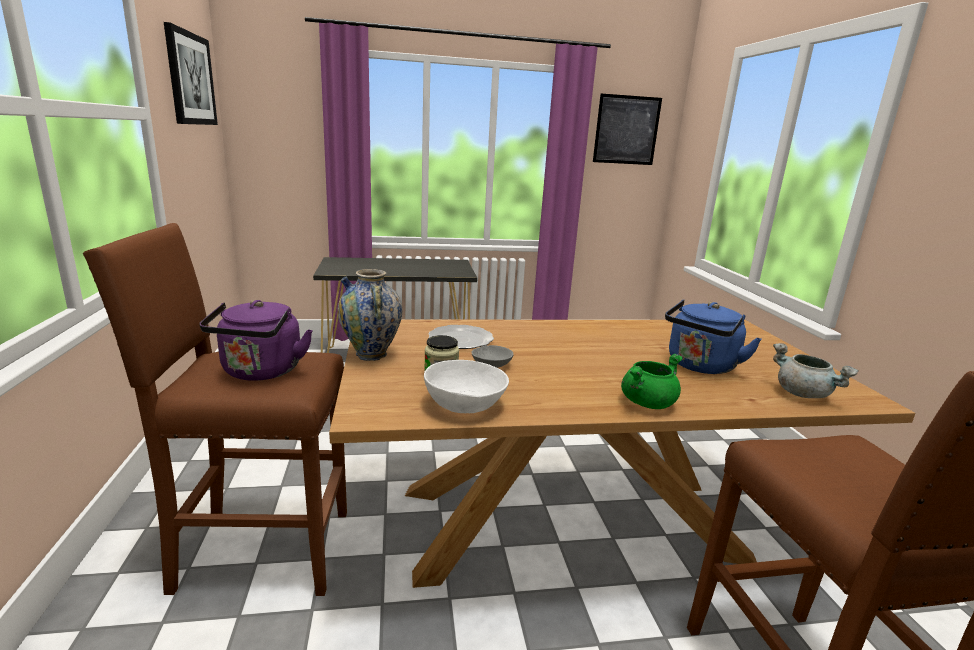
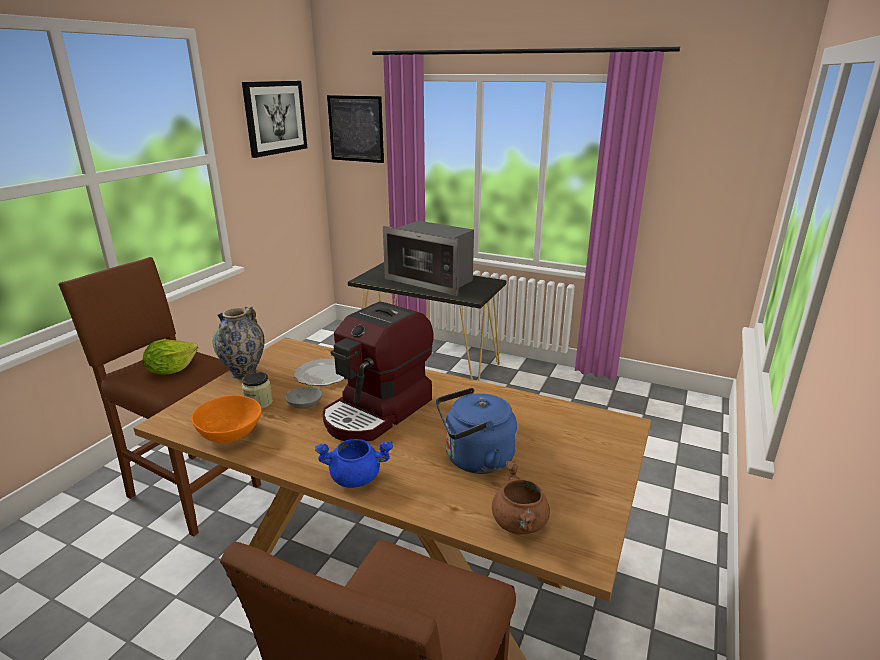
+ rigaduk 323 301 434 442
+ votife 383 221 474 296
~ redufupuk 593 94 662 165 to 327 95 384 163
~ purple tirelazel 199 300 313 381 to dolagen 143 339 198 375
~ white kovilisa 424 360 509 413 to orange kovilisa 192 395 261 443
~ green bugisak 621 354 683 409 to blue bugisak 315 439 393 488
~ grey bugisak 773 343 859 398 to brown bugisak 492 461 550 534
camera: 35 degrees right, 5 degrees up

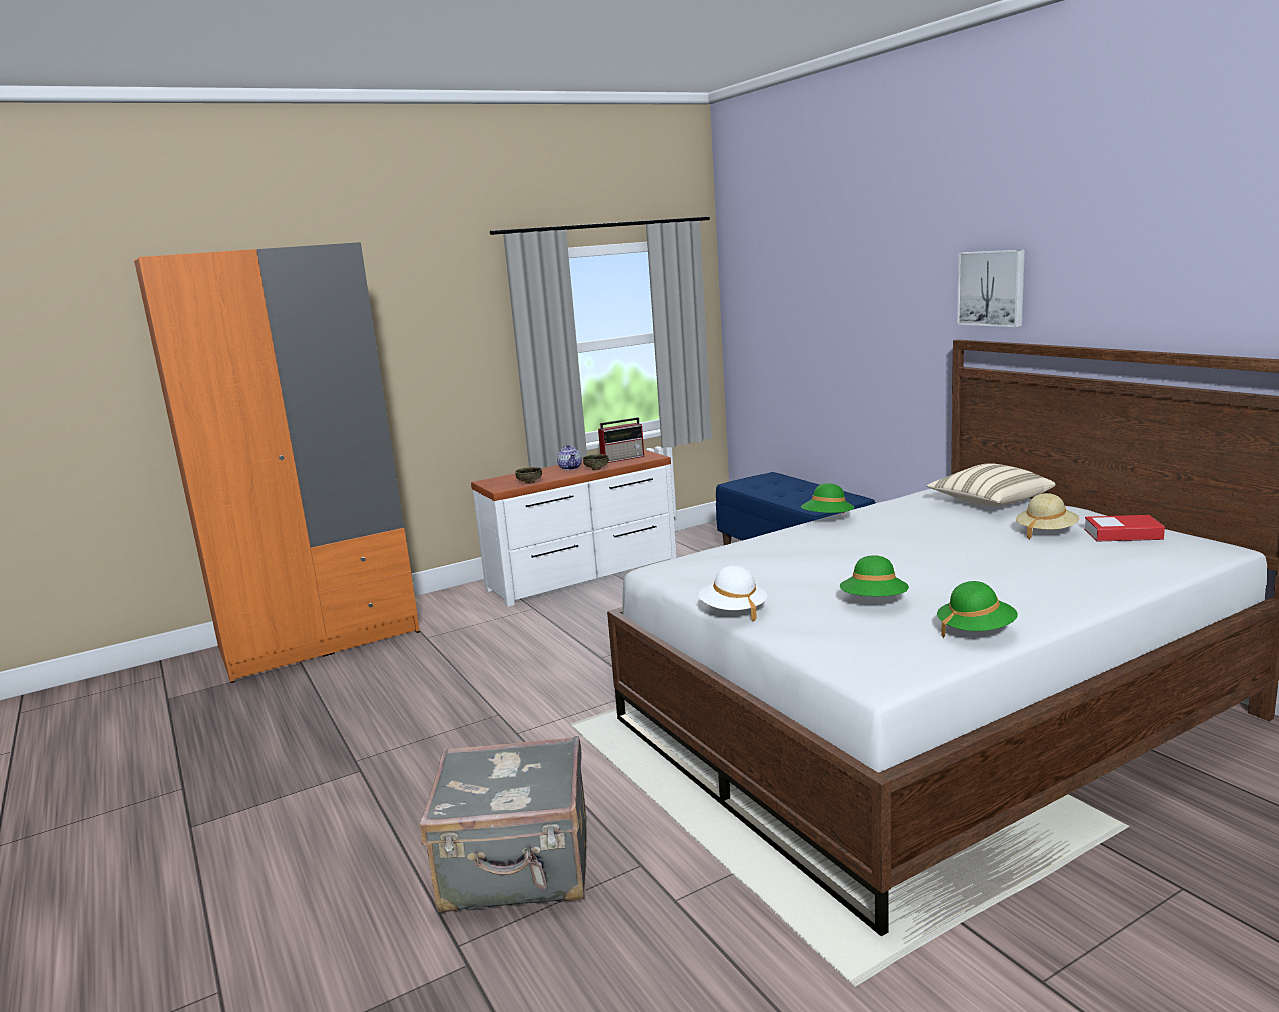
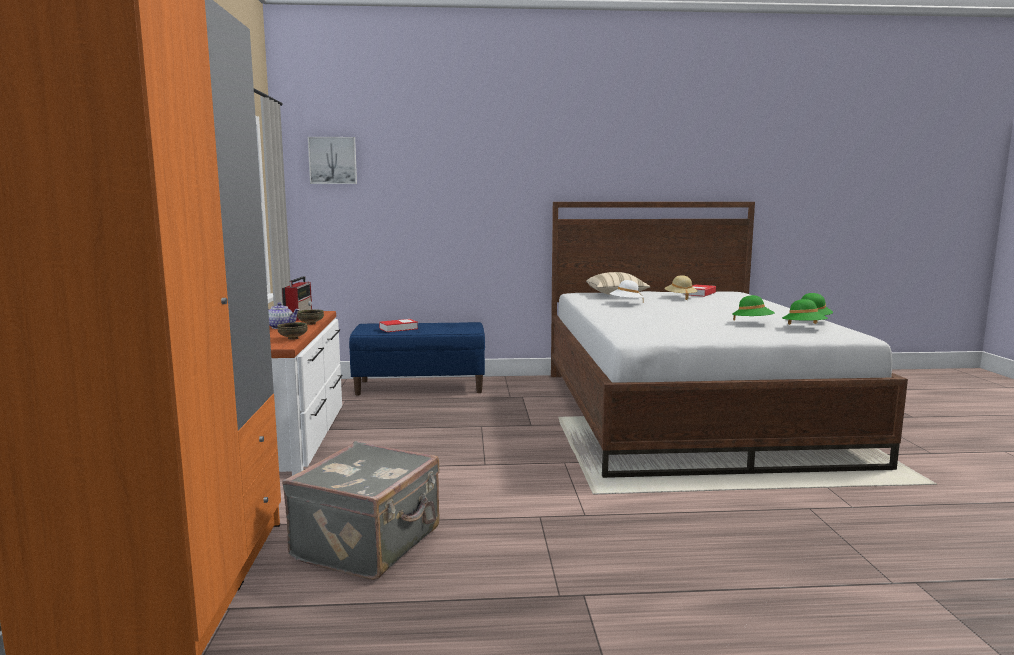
+ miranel 379 319 418 332
~ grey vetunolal 420 736 587 913 to 282 441 440 580
~ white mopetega 699 566 767 621 to 609 280 644 299
~ green mopetega 801 483 854 513 to 782 299 828 325
~ redufupuk 957 250 1025 327 to 308 137 357 184
camera: 65 degrees left, 5 degrees down

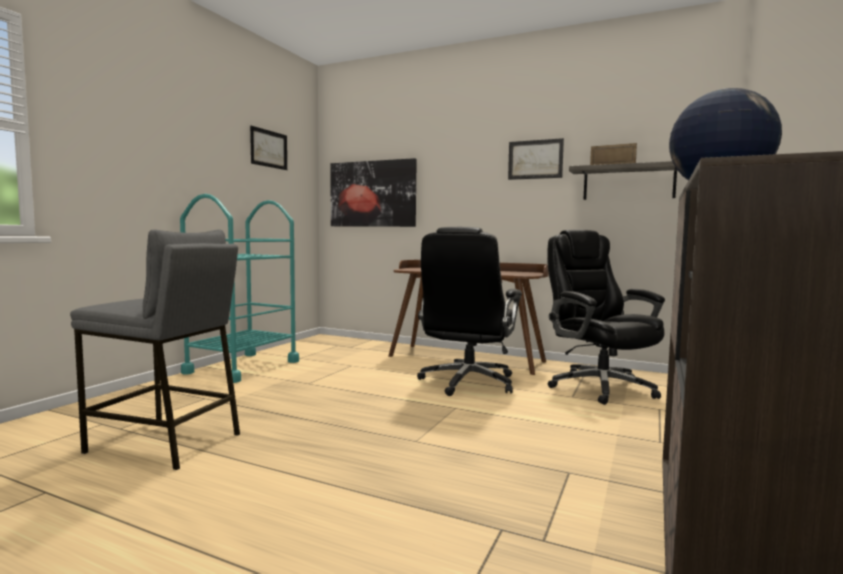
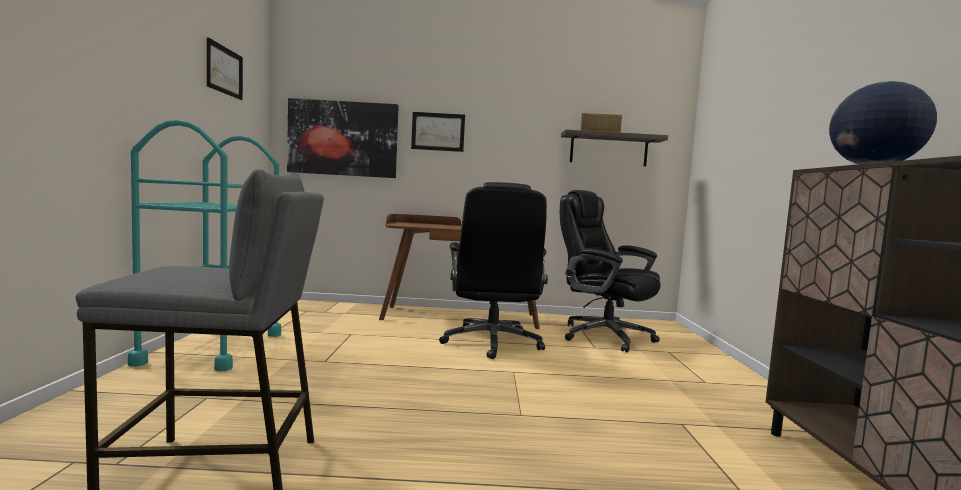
~ redufupuk 508 138 564 180 to 411 112 465 152
camera: 25 degrees left, 0 degrees up

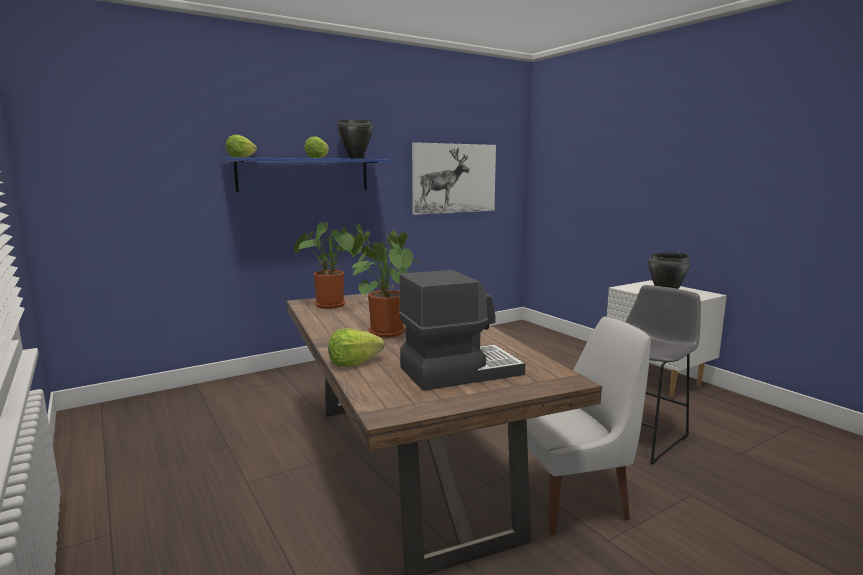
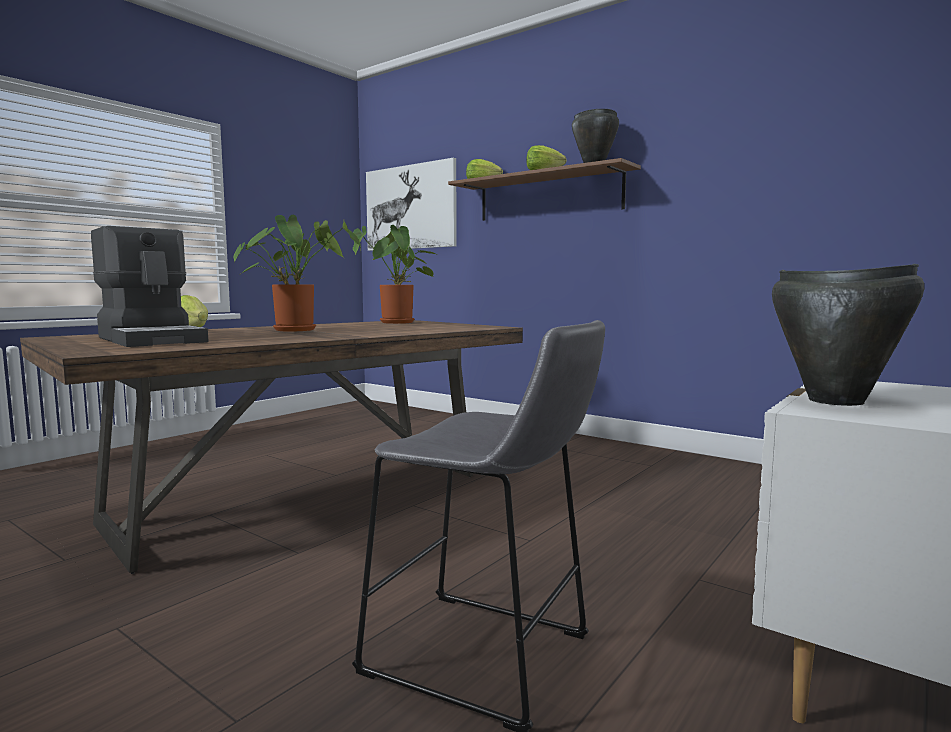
- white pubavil 506 316 651 536
~ redufupuk 412 142 496 215 to 366 158 457 251
~ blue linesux 220 157 391 192 to brown linesux 448 158 641 221
camera: 70 degrees right, 5 degrees down

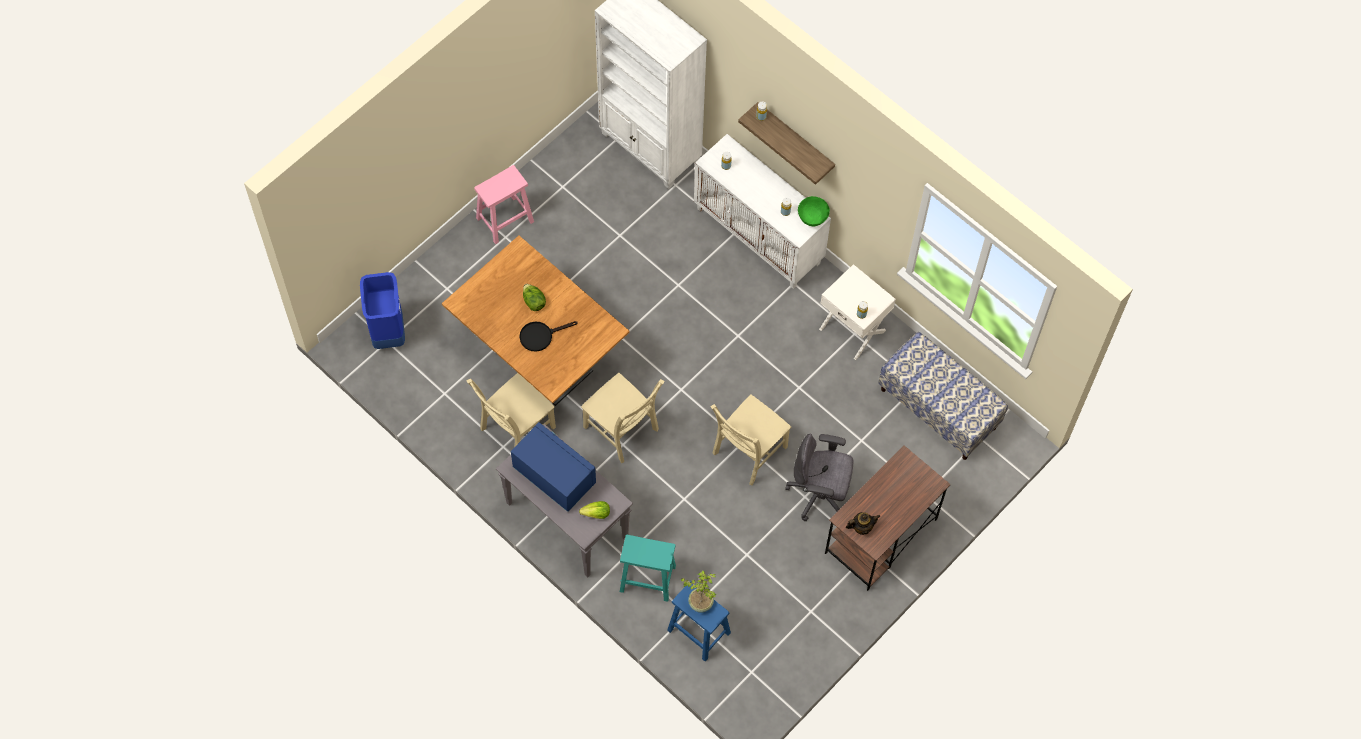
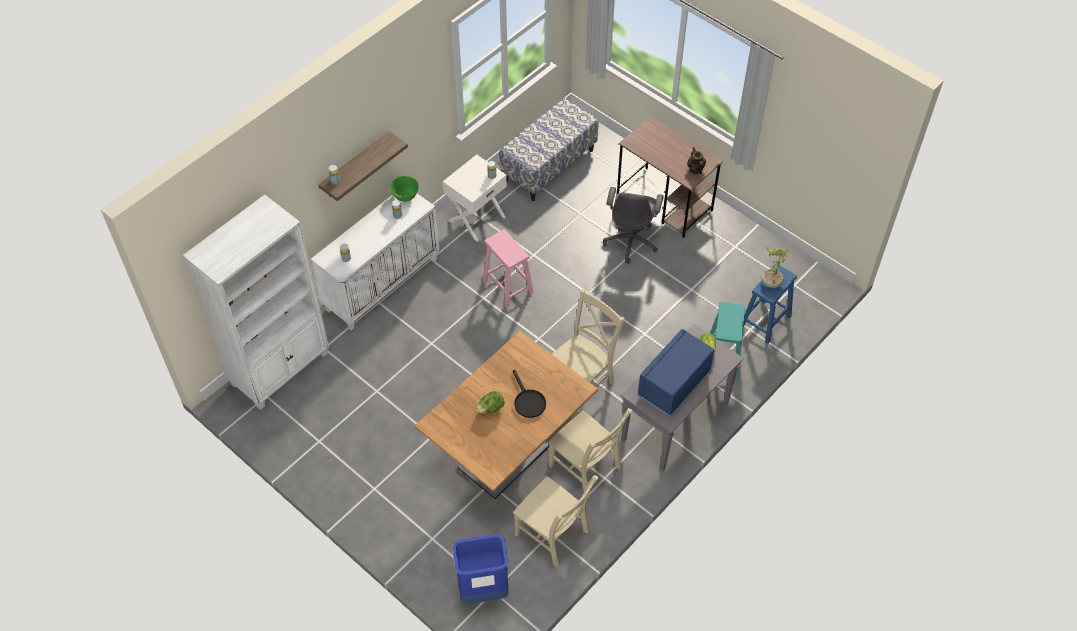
~ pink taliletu 474 165 534 244 to 483 229 534 308
~ beige pubavil 710 395 791 486 to 513 475 599 568
camera: 90 degrees left, 10 degrees down

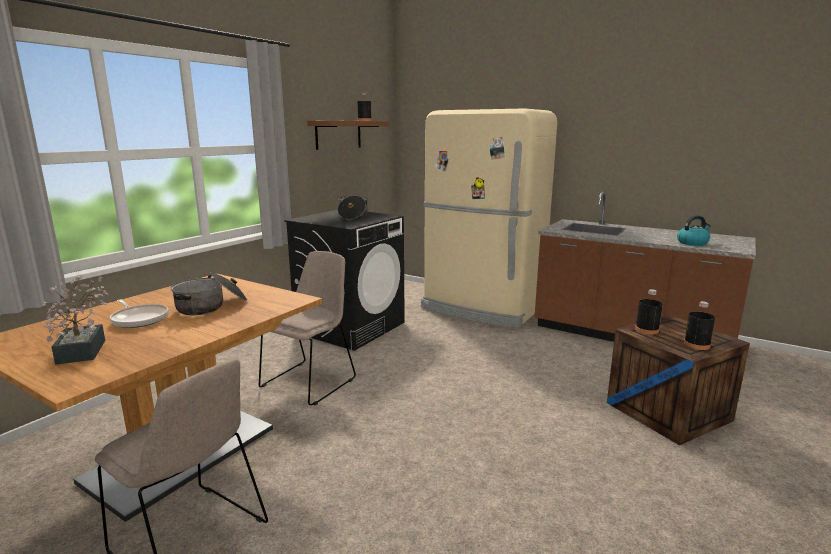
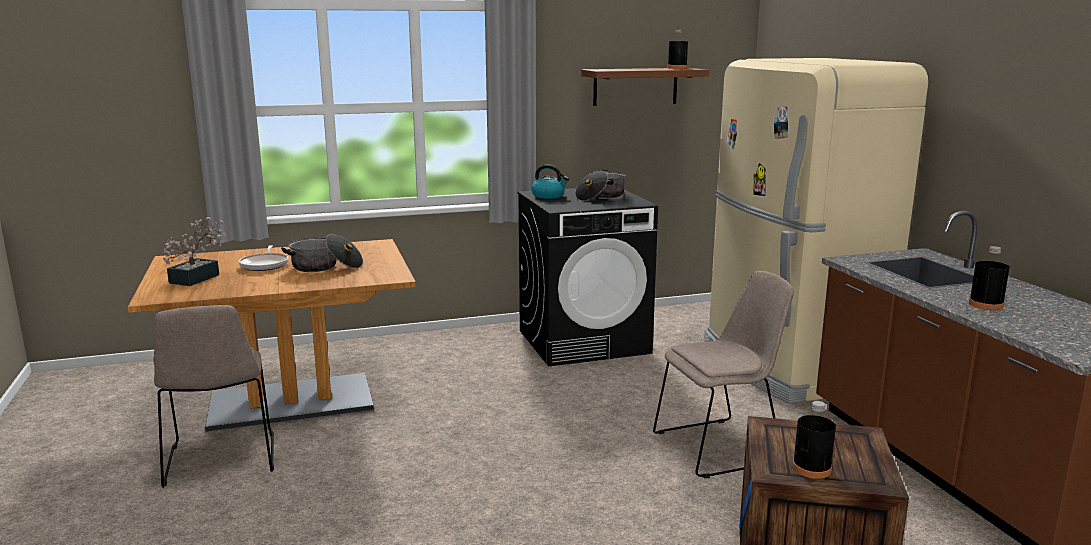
~ beige pubavil 259 251 356 405 to 653 271 794 478
~ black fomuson 635 289 663 335 to 969 246 1010 310
~ tirelazel 677 215 711 246 to 532 164 569 199
camera: 40 degrees right, 0 degrees up

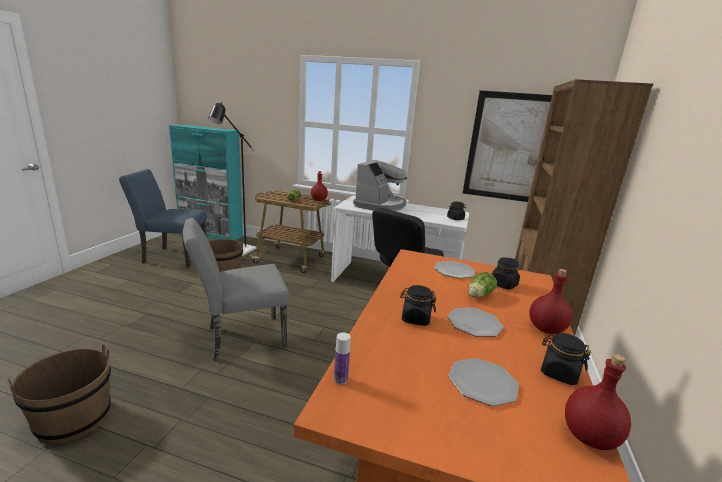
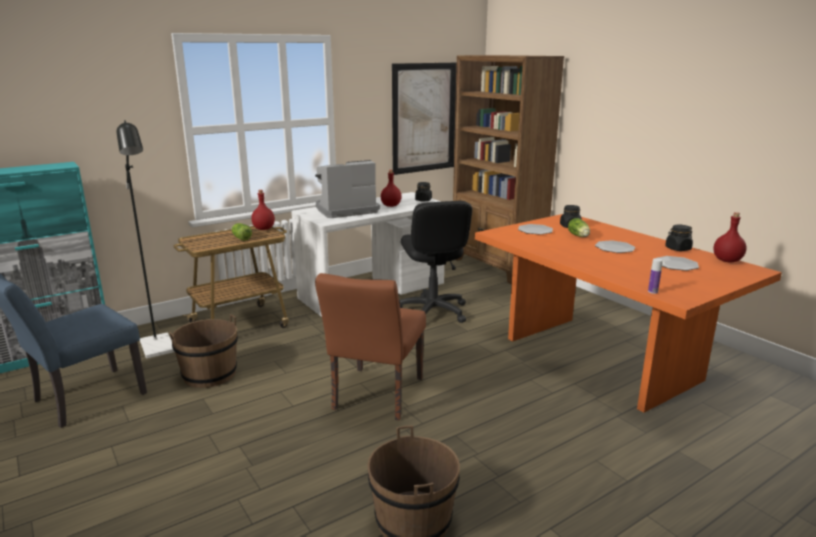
- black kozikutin 400 285 437 326
~ red fomuson 529 269 573 334 to 381 170 402 207
~ grey pubavil 183 218 289 361 to brown pubavil 315 273 426 420
~ rigaduk 353 160 407 211 = 315 160 380 218 90 degrees counterclockwise
camera: 50 degrees left, 0 degrees up

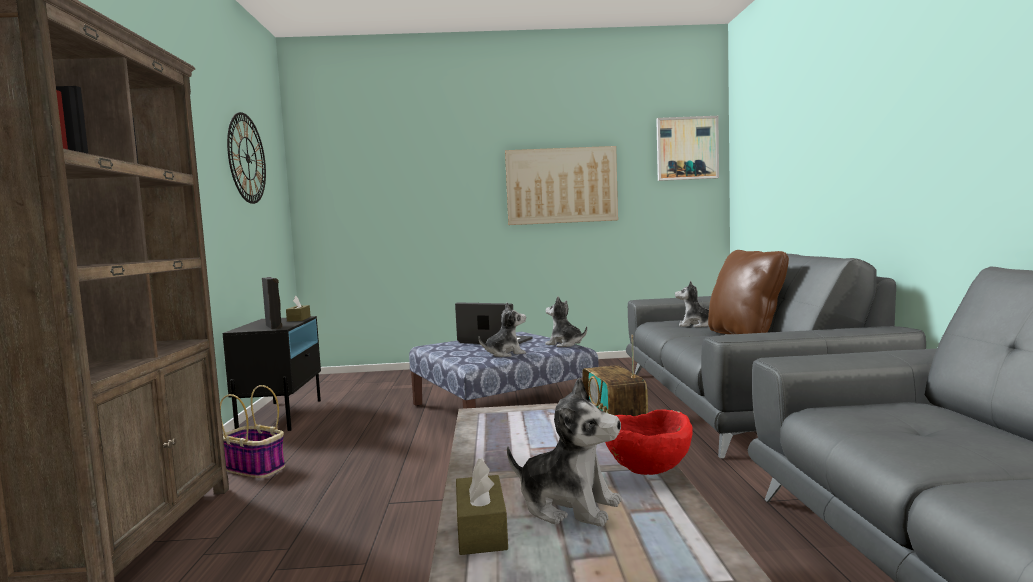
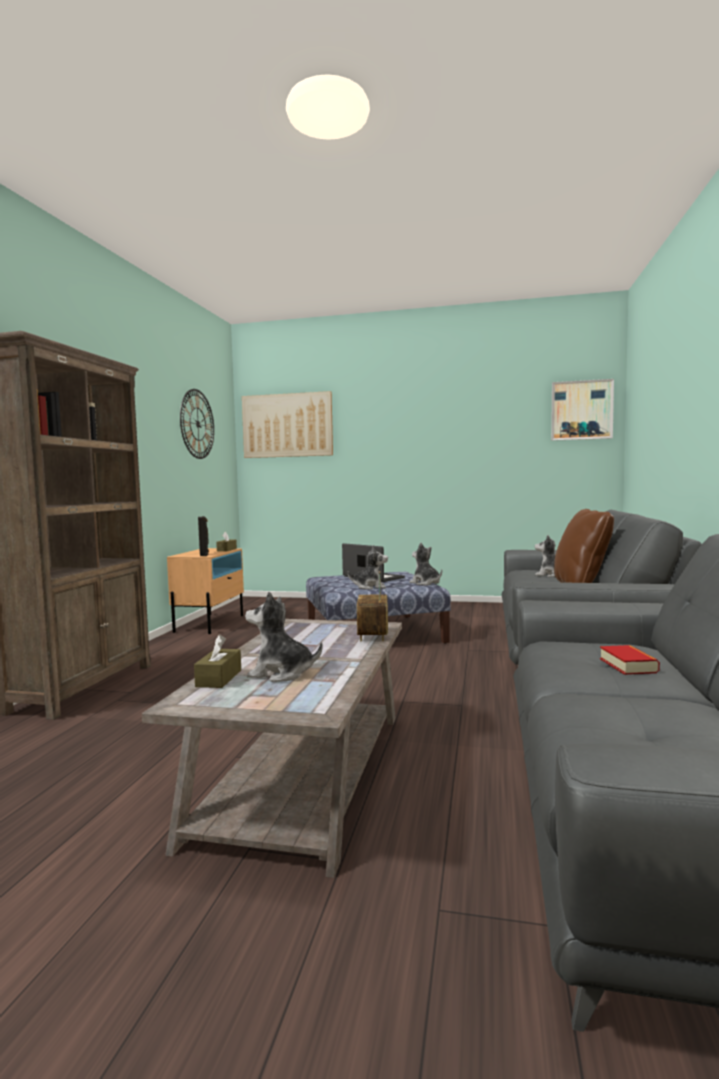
- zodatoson 220 385 285 478
- red kovilisa 605 409 692 475
+ miranel 600 645 660 675
~ redufupuk 505 146 618 225 to 242 391 333 458
~ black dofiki 223 316 321 431 to beige dofiki 167 548 244 634
~ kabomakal 507 377 622 527 = 245 592 323 682 150 degrees clockwise
camera: 15 degrees right, 0 degrees up

